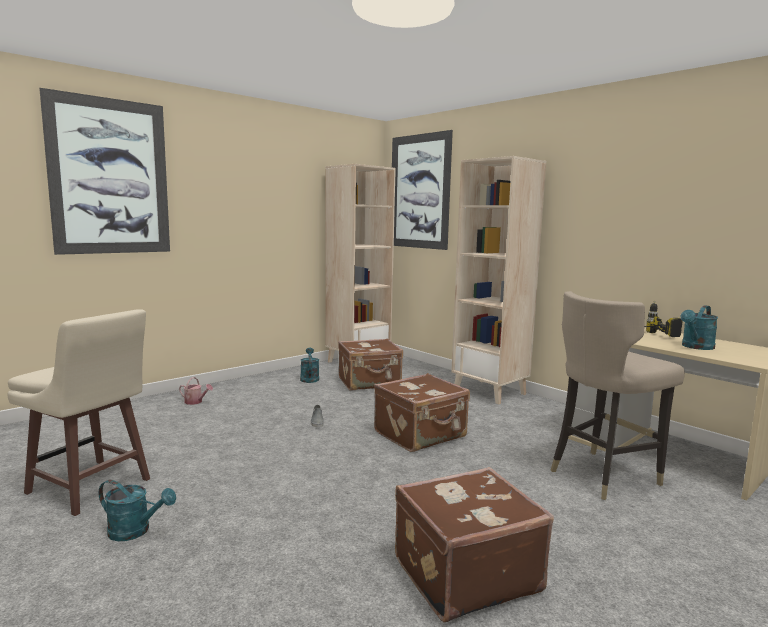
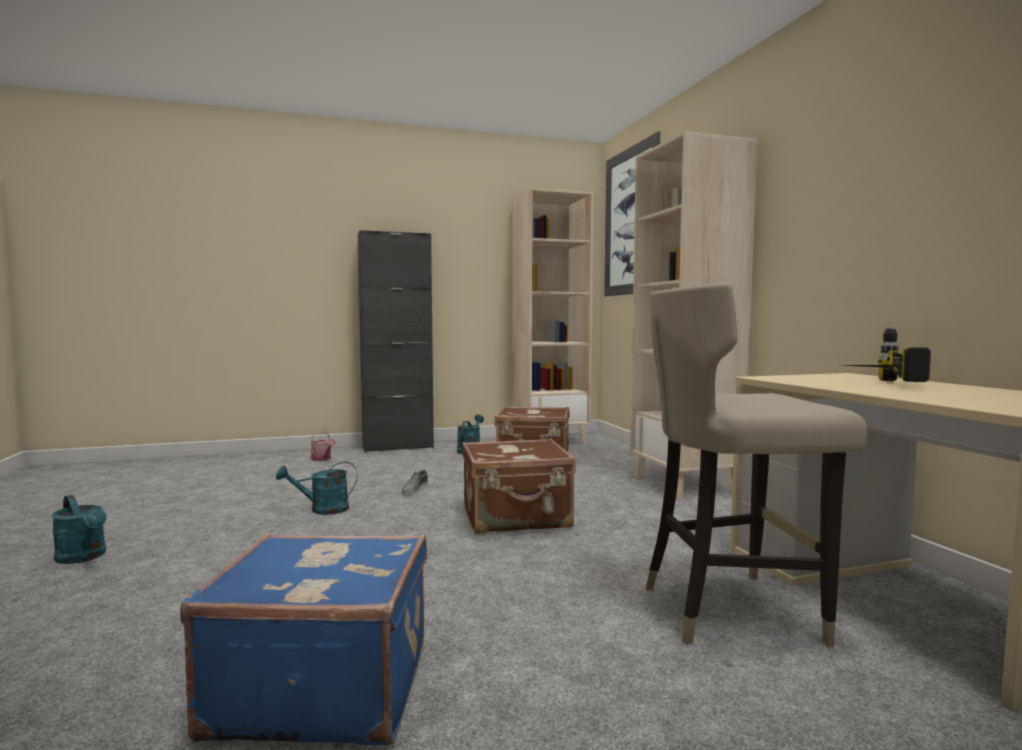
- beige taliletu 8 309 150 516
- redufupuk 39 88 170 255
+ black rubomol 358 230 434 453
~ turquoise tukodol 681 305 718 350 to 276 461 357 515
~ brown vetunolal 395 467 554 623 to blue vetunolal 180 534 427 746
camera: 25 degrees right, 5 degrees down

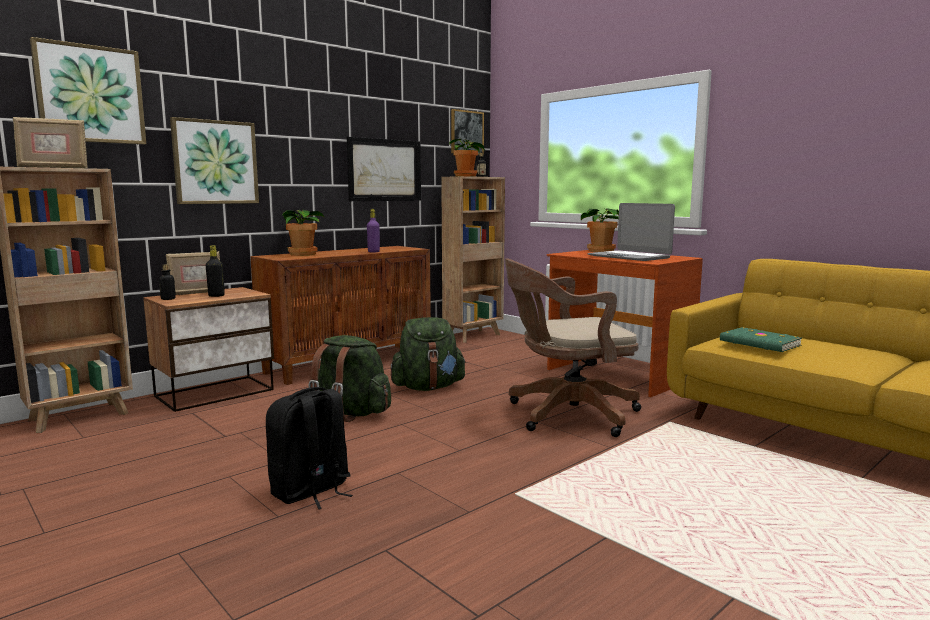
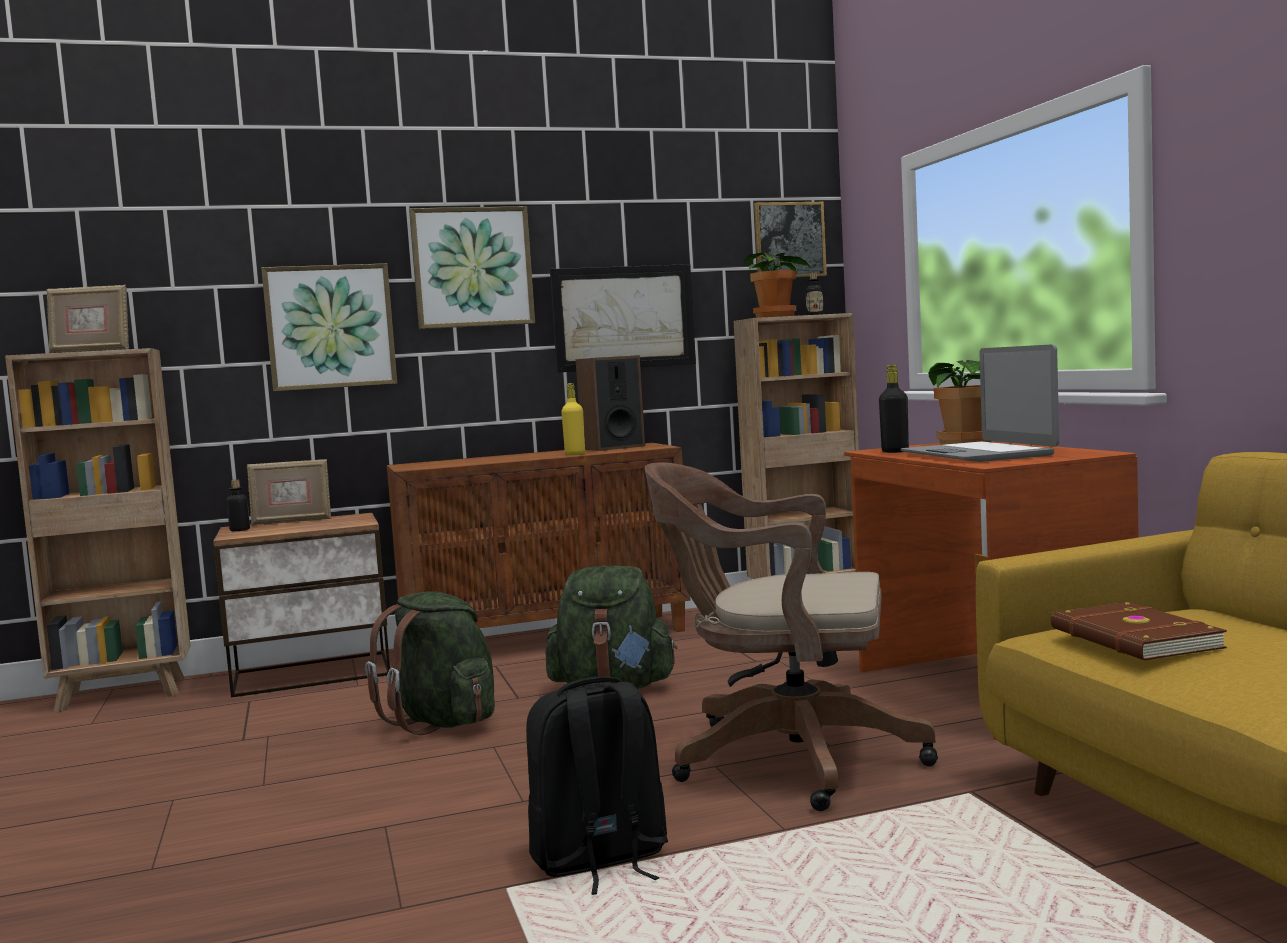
- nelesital 282 210 324 256
+ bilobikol 576 355 645 451
~ redufupuk 30 37 146 145 to 409 206 535 329
~ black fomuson 206 246 225 297 to 879 365 909 453
~ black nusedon 266 387 353 510 to 526 676 668 895
~ purple fomuson 367 209 380 253 to yellow fomuson 561 383 585 455
~ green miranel 720 327 802 352 to brown miranel 1051 602 1227 660
camera: 25 degrees right, 5 degrees down

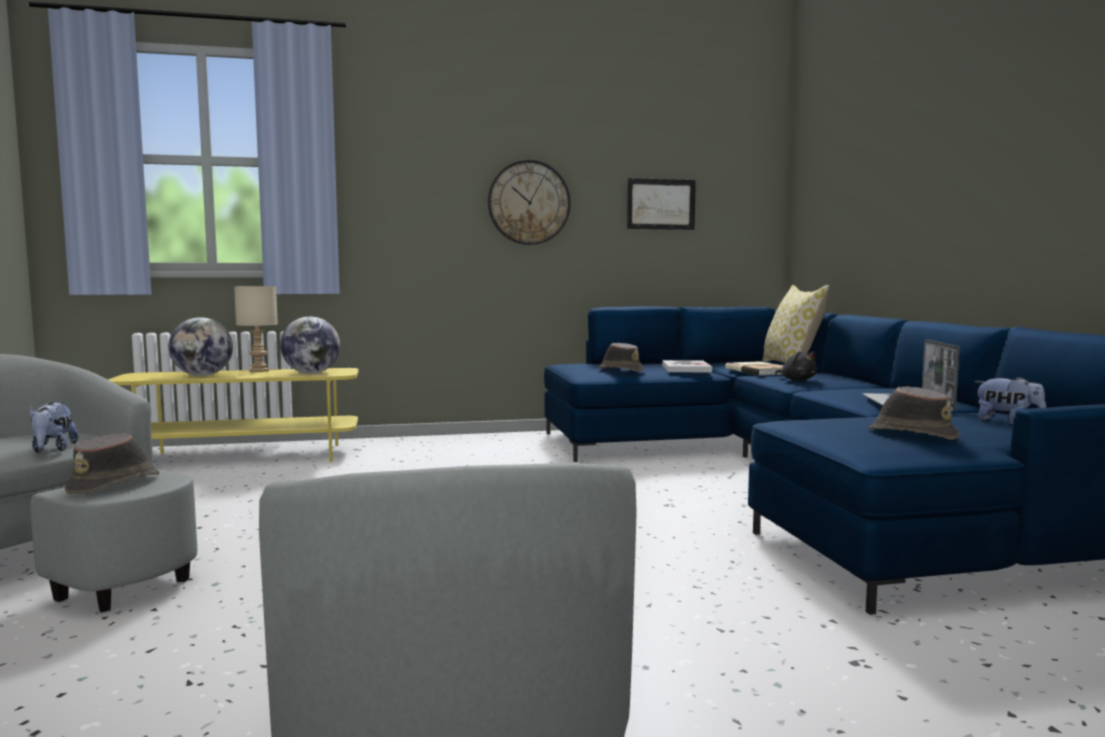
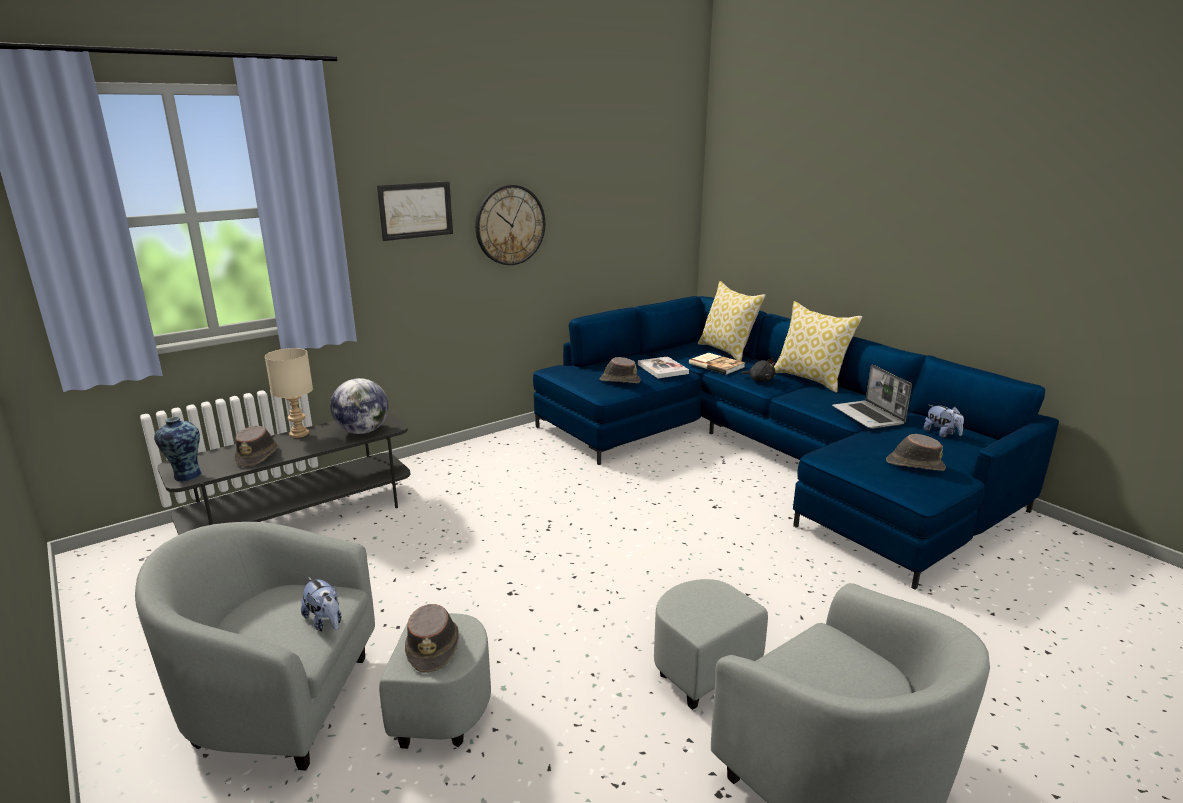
+ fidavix 154 417 202 481
+ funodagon 774 301 863 393
~ redufupuk 627 178 696 230 to 377 181 453 241
~ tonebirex 168 317 233 376 to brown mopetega 235 426 279 467
~ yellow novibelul 108 368 359 462 to grey novibelul 157 411 410 535
~ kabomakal 974 376 1046 425 = 924 405 964 438 45 degrees clockwise
camera: 25 degrees left, 15 degrees up

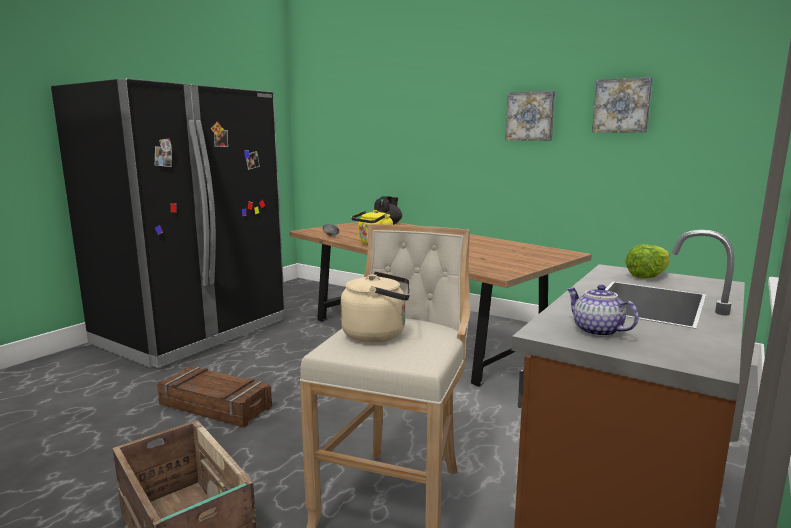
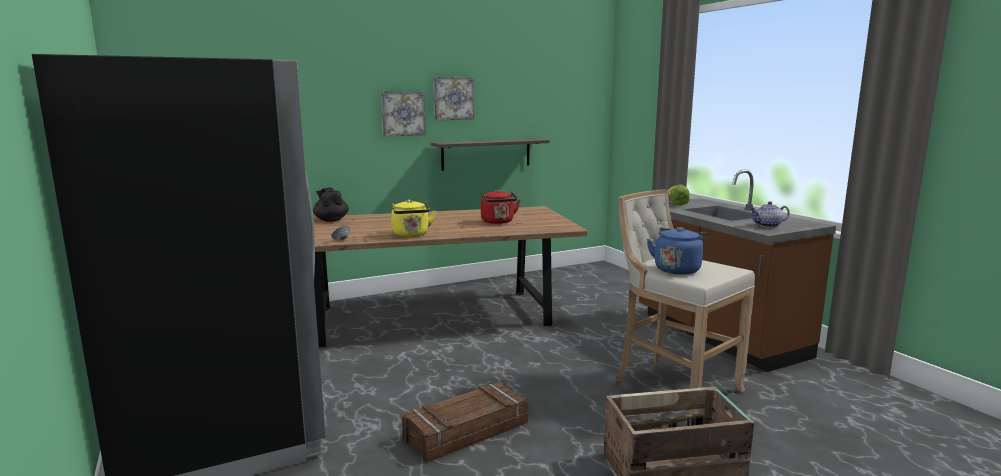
+ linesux 431 139 550 171
+ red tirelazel 481 190 520 224
~ redufupuk 592 77 653 133 to 381 91 425 137
~ beige tirelazel 341 271 410 343 to blue tirelazel 647 227 708 275
camera: 60 degrees left, 0 degrees up

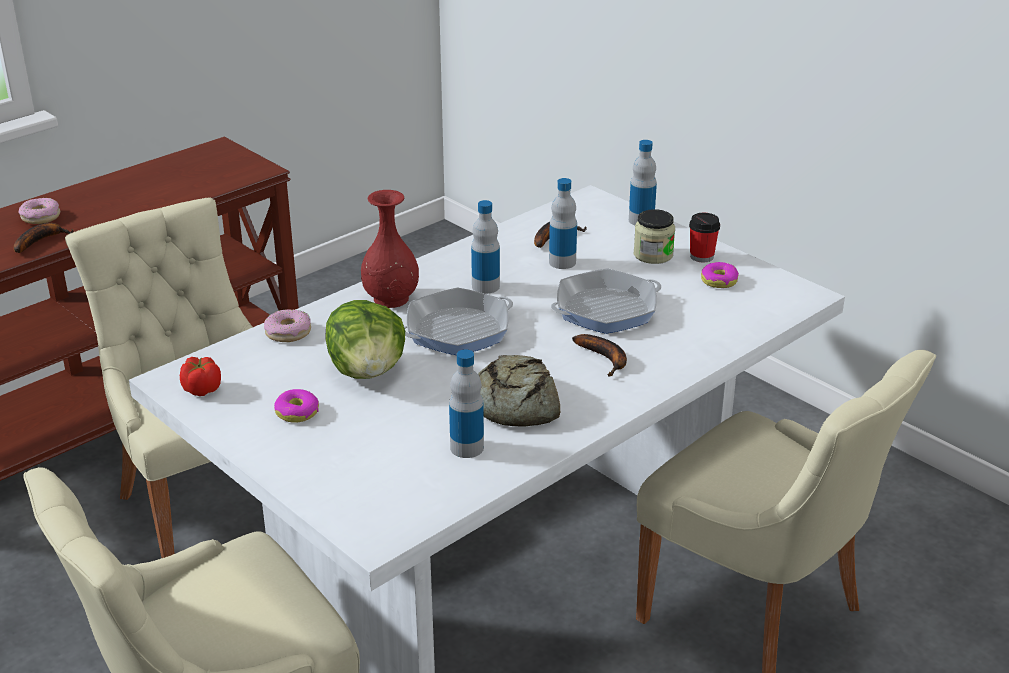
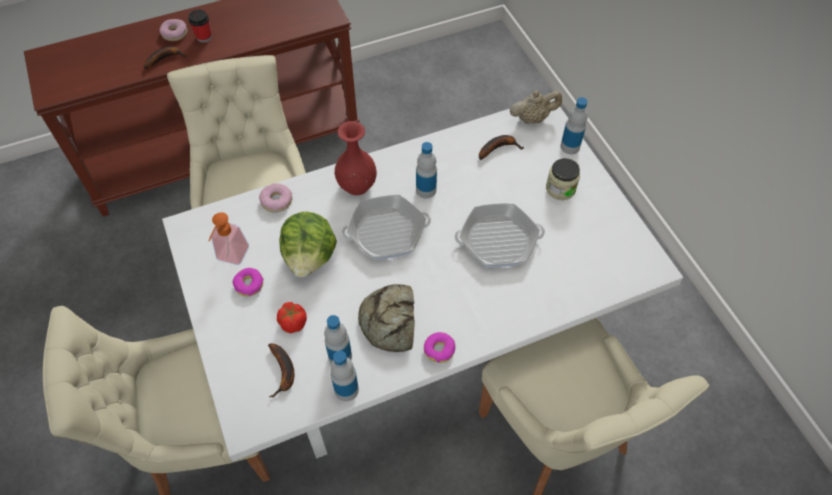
+ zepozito 208 212 249 265
+ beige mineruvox 509 90 562 124
~ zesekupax 180 357 221 396 to 277 302 307 333
~ fomuson 549 178 577 269 to 331 350 359 401
~ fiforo 572 334 627 377 to 268 343 295 397
~ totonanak 689 213 720 262 to 189 10 212 43
~ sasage 701 262 739 288 to 424 332 455 363
camera: 20 degrees right, 25 degrees up

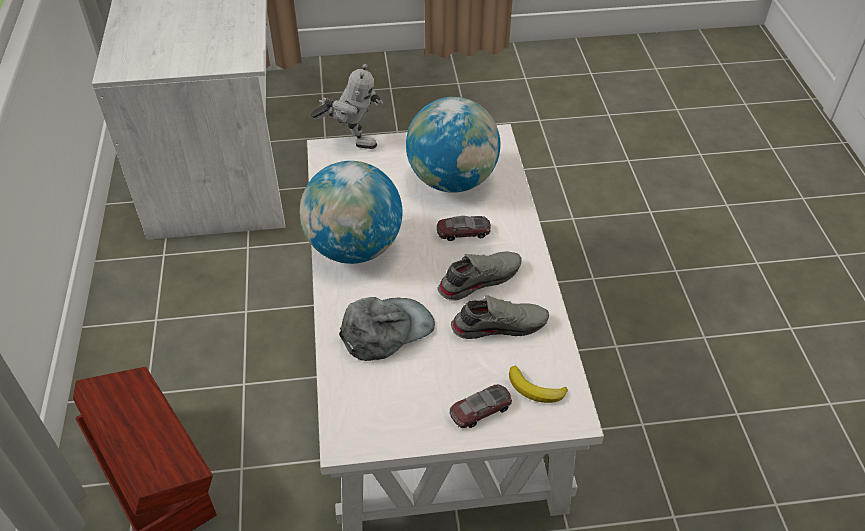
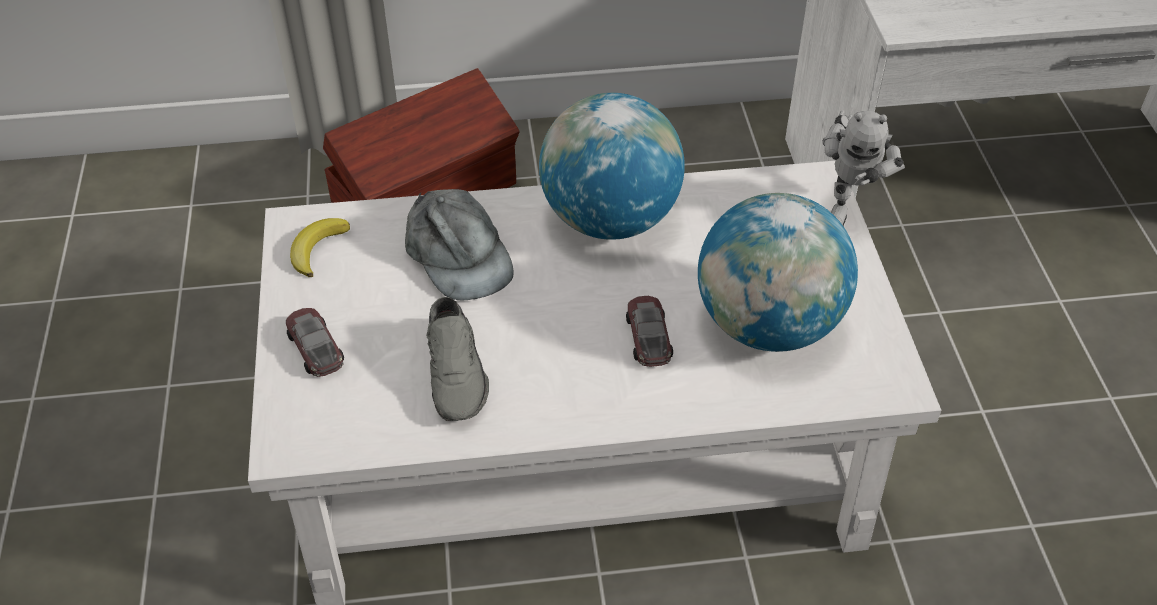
- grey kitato 437 251 522 301
~ fiforo 509 365 568 403 to 290 218 350 277
camera: 90 degrees right, 0 degrees up

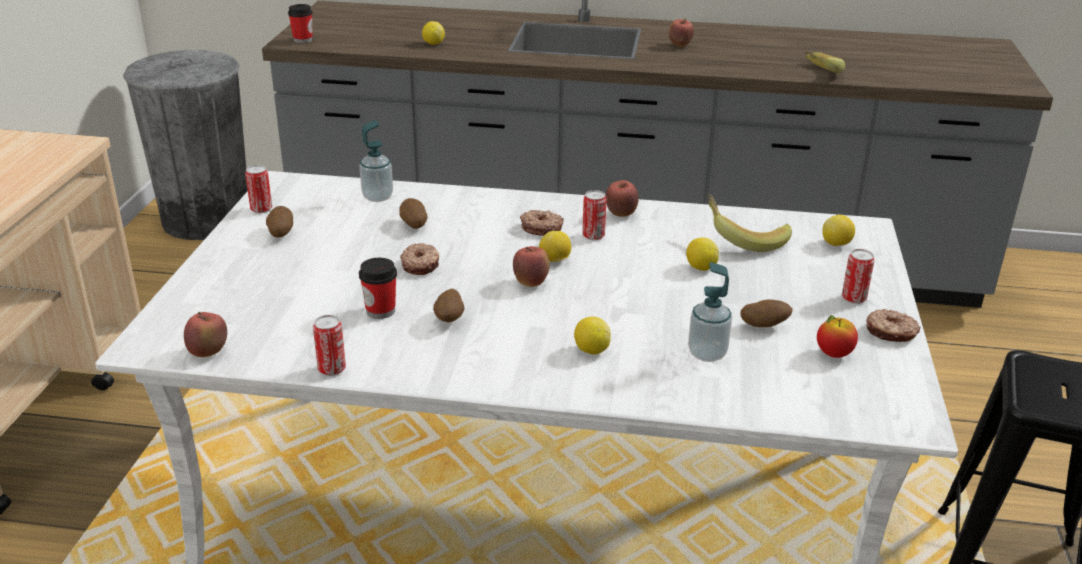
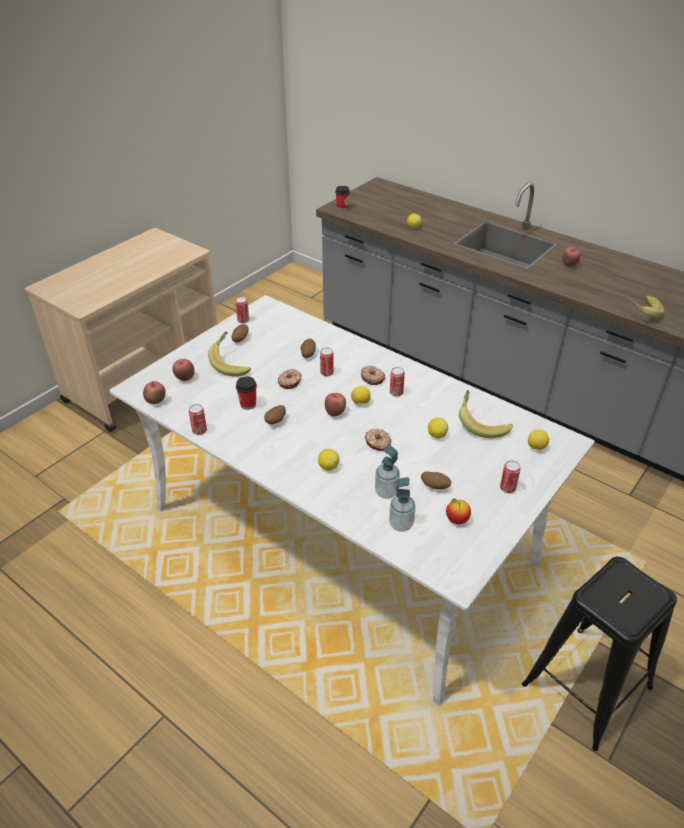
- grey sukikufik 123 50 248 240
+ fiforo 208 331 251 377
+ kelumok 320 348 334 376
~ zepozito 359 120 393 202 to 389 477 416 532
~ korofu 606 180 639 217 to 172 359 195 381
~ sasage 866 309 920 342 to 365 428 391 451
camera: 30 degrees right, 10 degrees up

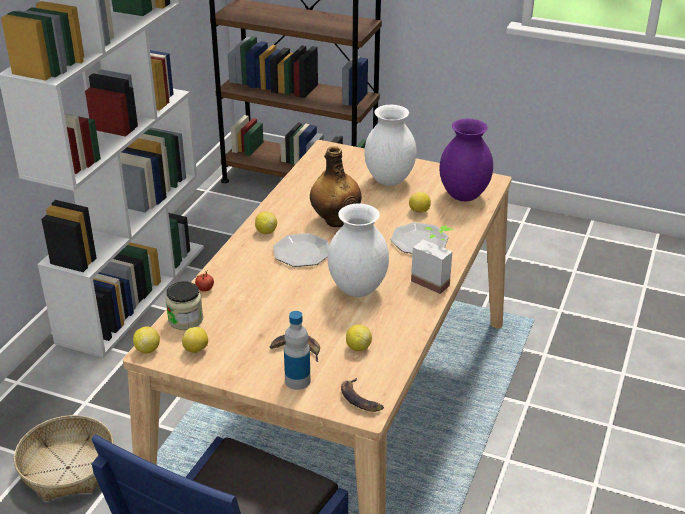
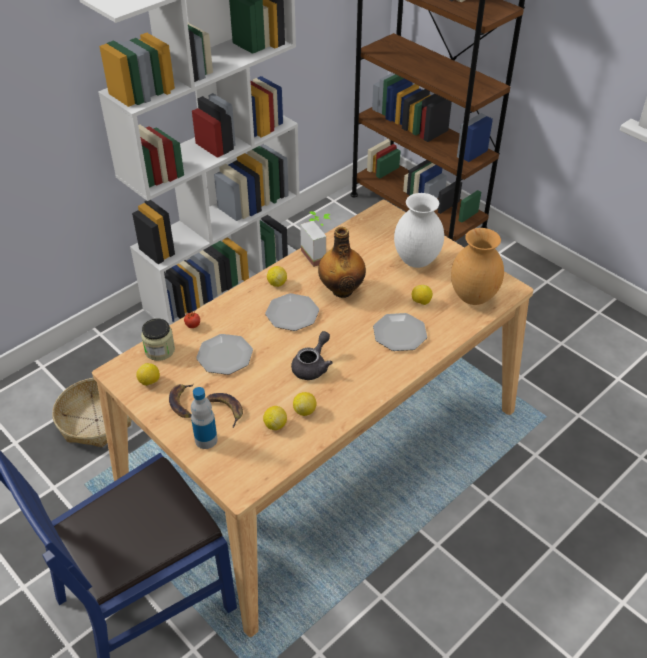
+ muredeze 196 334 253 375
~ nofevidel 133 326 160 353 to 293 392 317 416
~ fiforo 341 377 384 412 to 169 384 194 418
~ nelesital 411 226 453 294 to 300 211 331 267
~ white fidavix 328 204 389 297 to grey mineruvox 291 331 333 380
~ purple fidavix 439 119 493 201 to brown fidavix 451 228 504 305
camera: 25 degrees right, 10 degrees up

